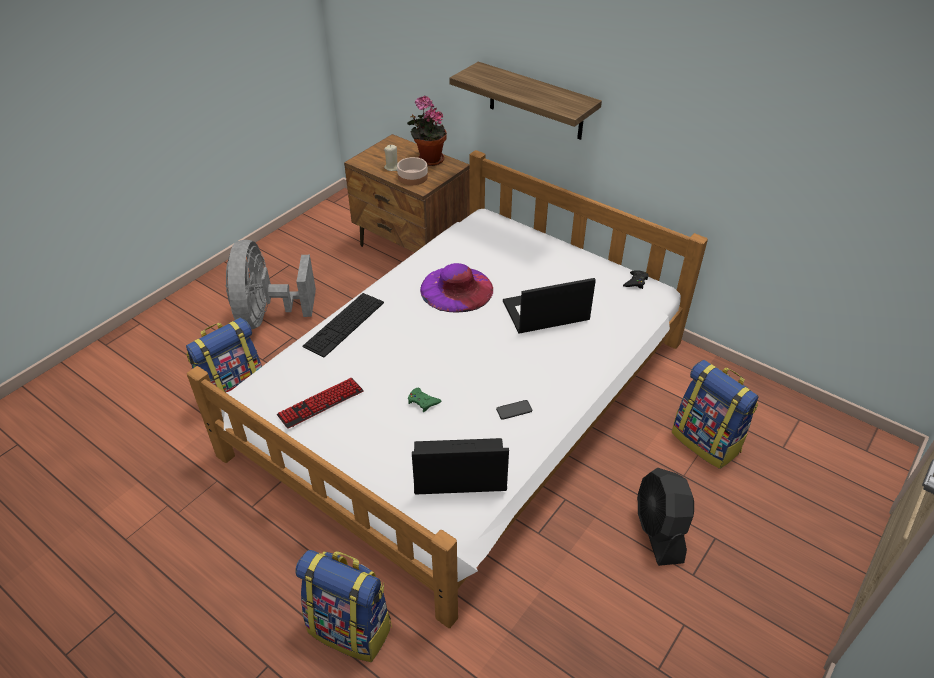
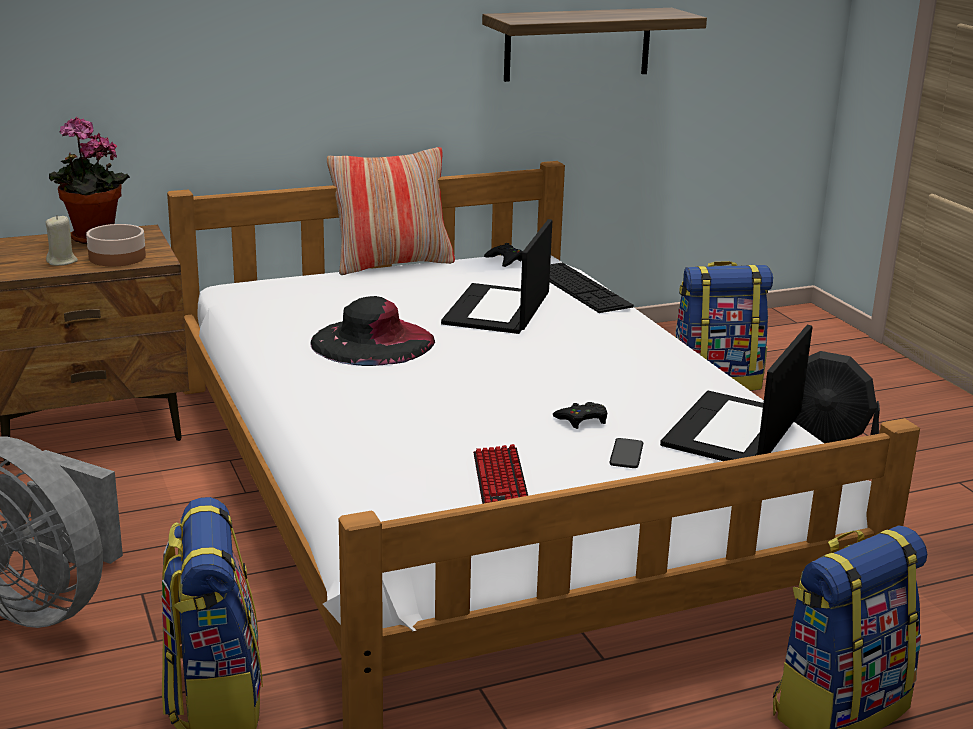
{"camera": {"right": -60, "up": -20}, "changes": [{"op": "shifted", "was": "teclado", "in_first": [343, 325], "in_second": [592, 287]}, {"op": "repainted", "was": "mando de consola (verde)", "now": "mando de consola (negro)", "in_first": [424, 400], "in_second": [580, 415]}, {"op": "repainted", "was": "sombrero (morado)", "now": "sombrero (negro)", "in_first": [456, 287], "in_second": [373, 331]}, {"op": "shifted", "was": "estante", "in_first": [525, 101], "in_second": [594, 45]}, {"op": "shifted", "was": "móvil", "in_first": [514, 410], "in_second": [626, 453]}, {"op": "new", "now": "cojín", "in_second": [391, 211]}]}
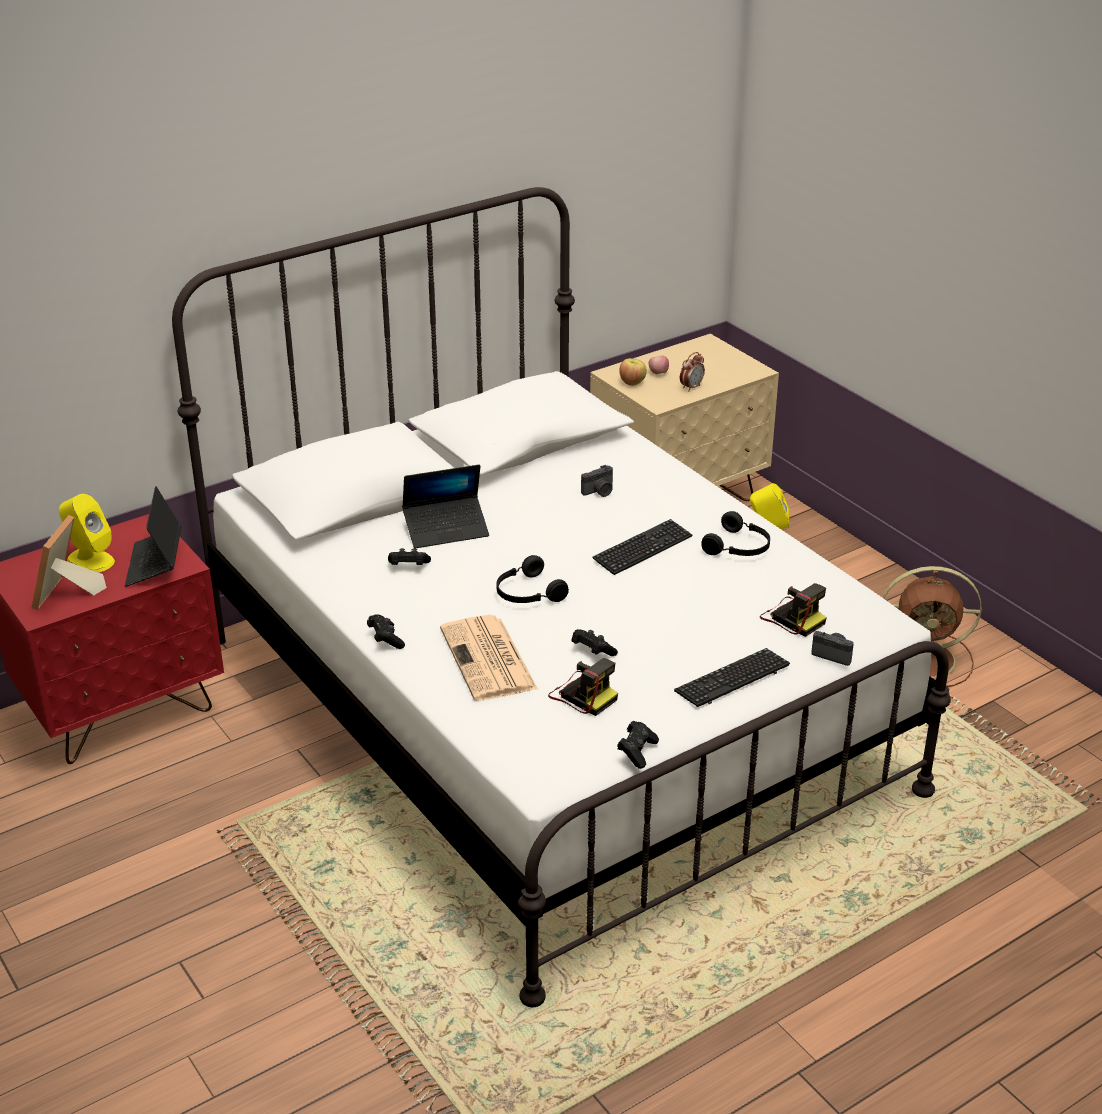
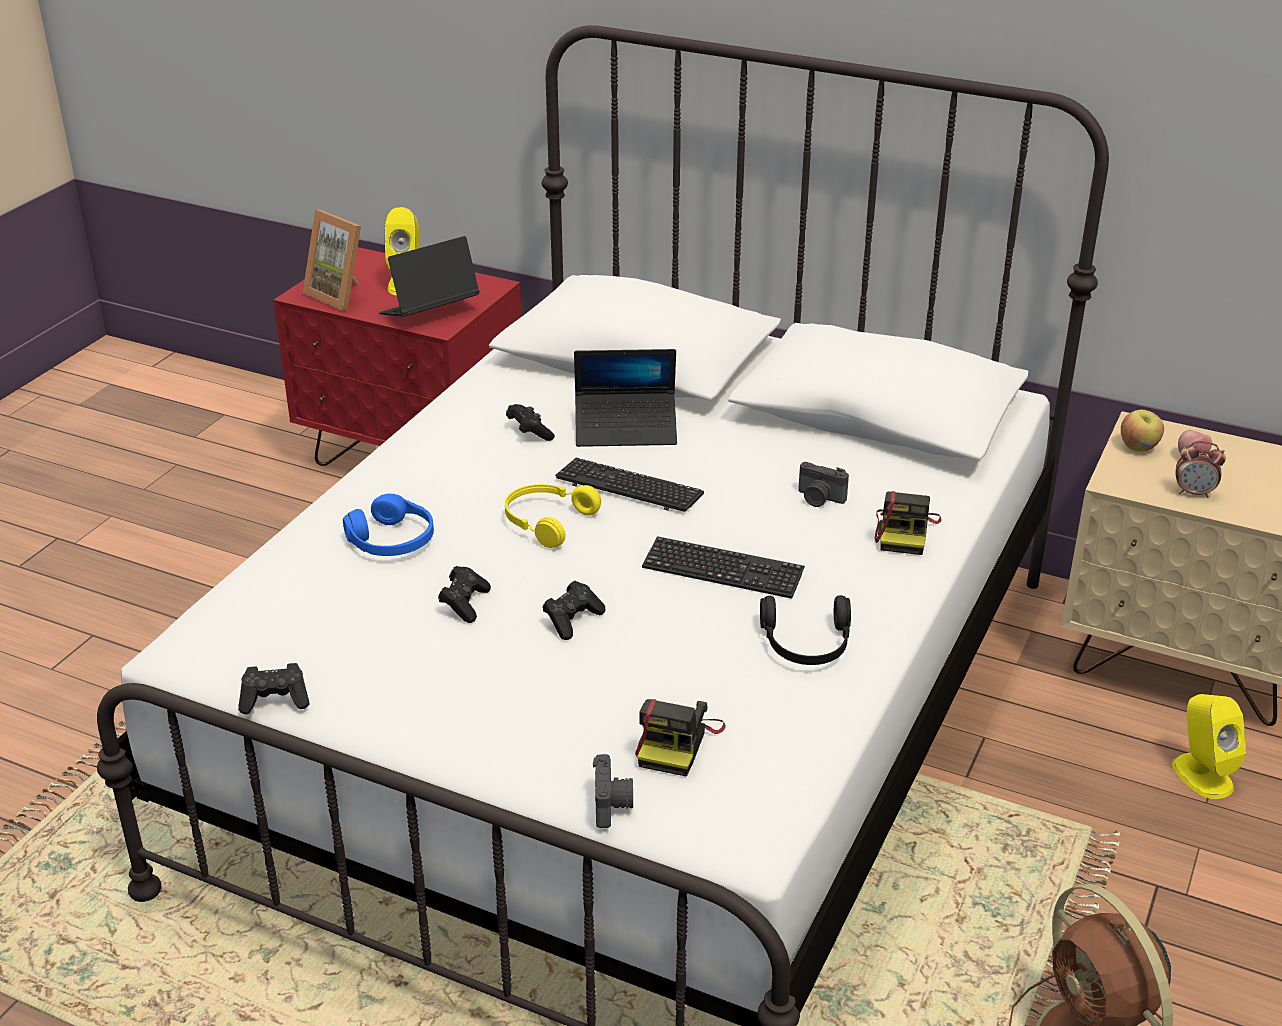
{"camera": {"right": 60, "up": 0}, "changes": [{"op": "rotated", "was": "portarretratos", "in_first": [69, 562], "in_second": [332, 260], "clockwise": -120}, {"op": "shifted", "was": "mando de consola (negro)", "in_first": [386, 631], "in_second": [574, 610]}, {"op": "rotated", "was": "portátil", "in_first": [445, 506], "in_second": [625, 398], "clockwise": -45}, {"op": "swapped", "was": "periódico", "now": "auriculares (azul)", "in_first": [489, 658], "in_second": [388, 525]}, {"op": "repainted", "was": "auriculares (negro)", "now": "auriculares (amarillo)", "in_first": [532, 579], "in_second": [553, 516]}, {"op": "shifted", "was": "cámara", "in_first": [583, 687], "in_second": [908, 523]}, {"op": "shifted", "was": "teclado", "in_first": [732, 677], "in_second": [629, 485]}]}
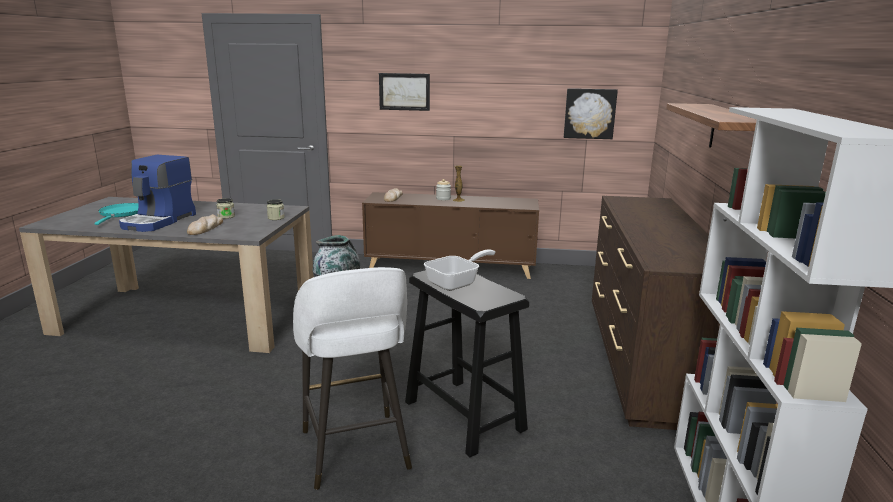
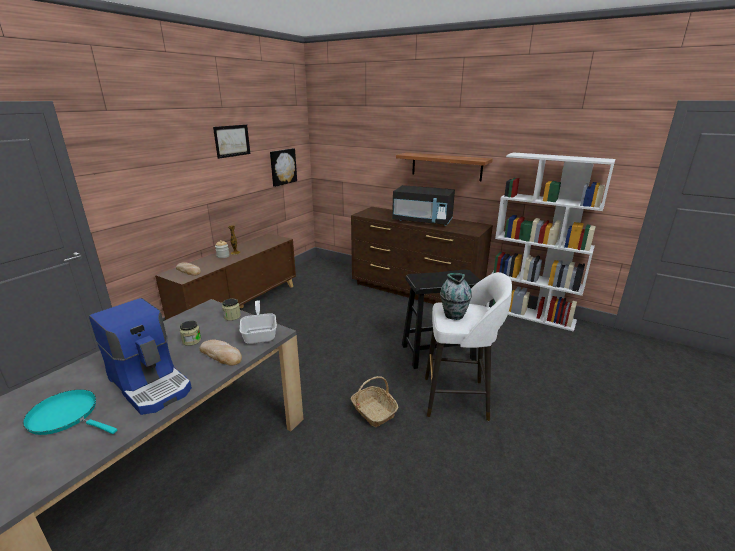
{"camera": {"right": -65, "up": 5}, "changes": [{"op": "shifted", "was": "cuadro", "in_first": [404, 92], "in_second": [231, 142]}, {"op": "shifted", "was": "sartén", "in_first": [459, 270], "in_second": [258, 322]}, {"op": "new", "now": "cesta", "in_second": [375, 401]}, {"op": "new", "now": "microondas (negro)", "in_second": [423, 205]}]}
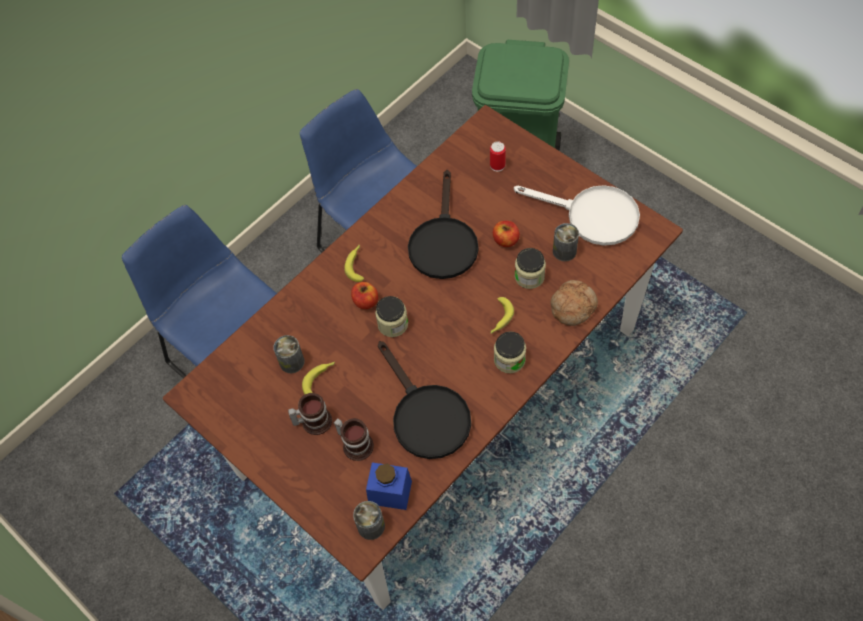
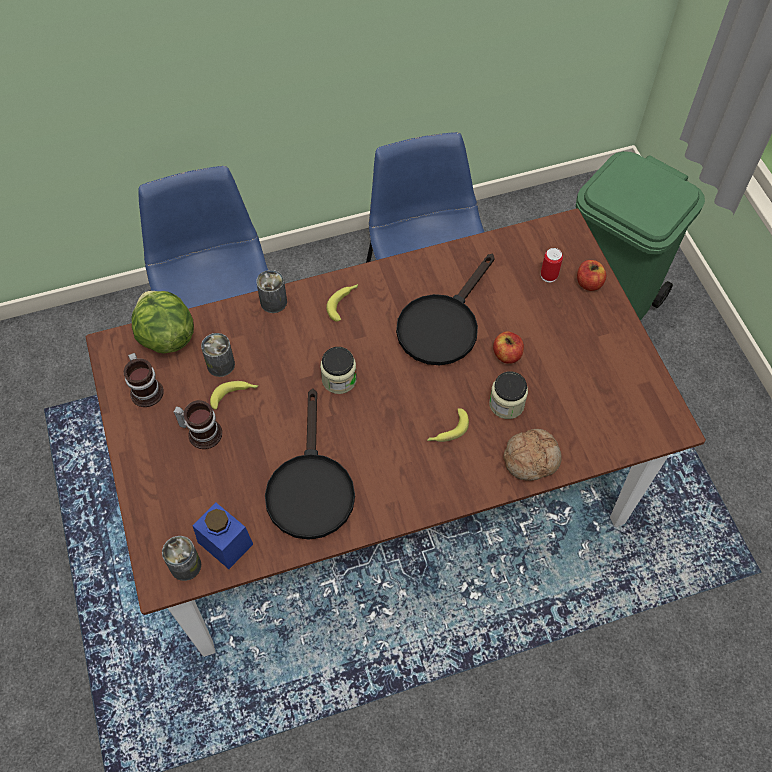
{"camera": {"right": 25, "up": 0}, "changes": [{"op": "shifted", "was": "taza grande", "in_first": [354, 439], "in_second": [144, 380]}, {"op": "shifted", "was": "manzana", "in_first": [364, 295], "in_second": [591, 275]}, {"op": "gone", "was": "tarro", "in_first": [510, 352]}, {"op": "gone", "was": "sartén (blanco)", "in_first": [577, 215]}, {"op": "shifted", "was": "lata", "in_first": [566, 242], "in_second": [271, 291]}, {"op": "new", "now": "lechuga", "in_second": [163, 322]}]}
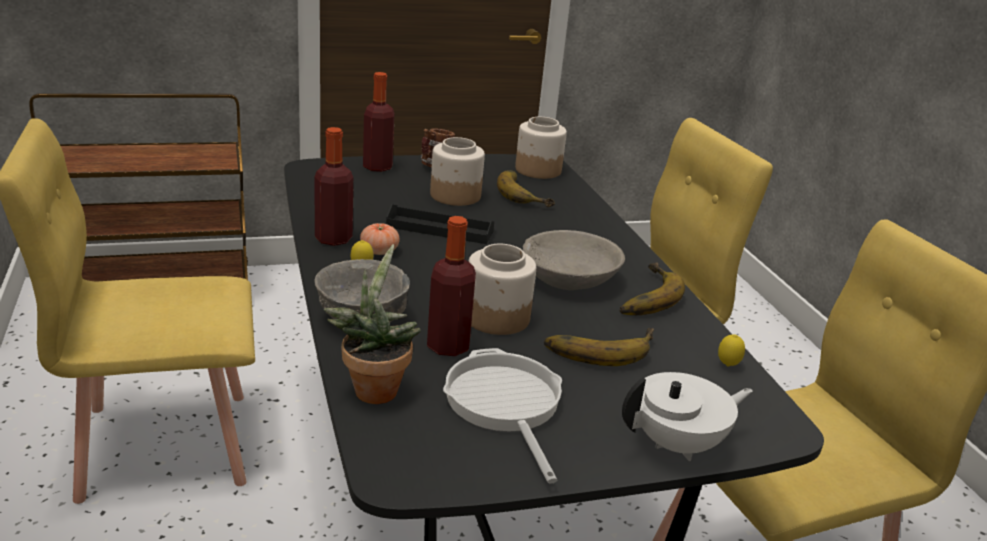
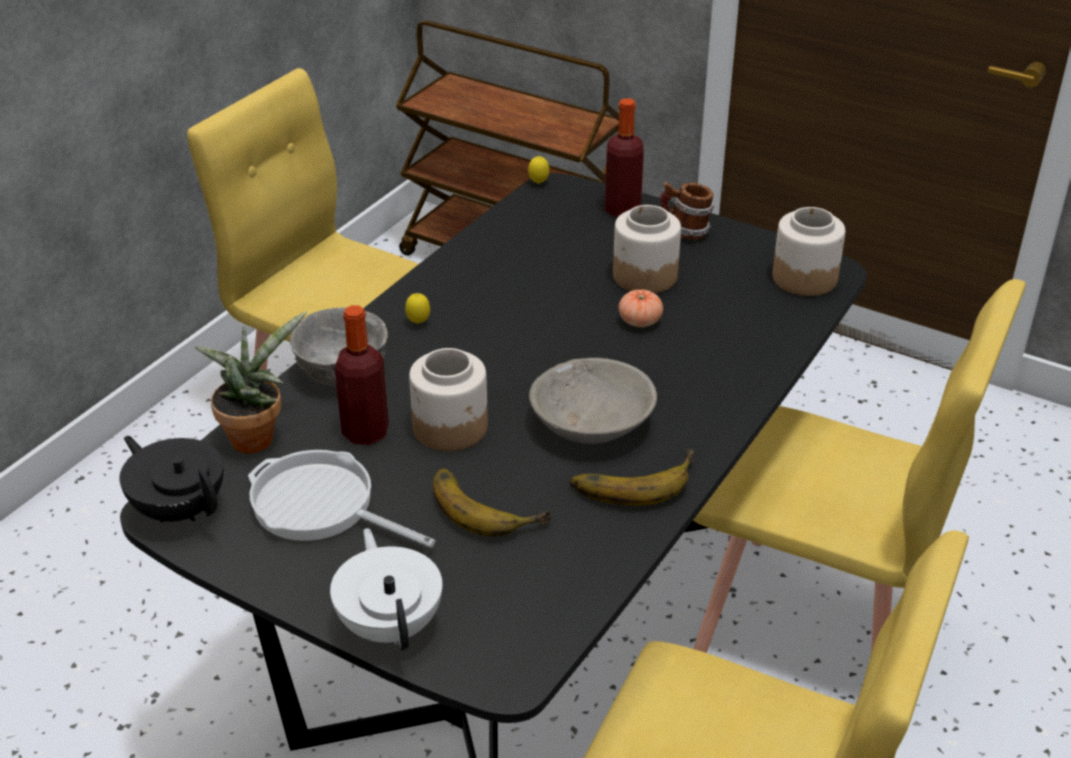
{"camera": {"right": 50, "up": 10}, "changes": [{"op": "gone", "was": "botella", "in_first": [333, 186]}, {"op": "shifted", "was": "tomate", "in_first": [380, 239], "in_second": [640, 308]}, {"op": "gone", "was": "bandeja (negro)", "in_first": [440, 224]}, {"op": "rotated", "was": "sartén", "in_first": [502, 416], "in_second": [341, 498], "clockwise": -90}, {"op": "gone", "was": "plátano", "in_first": [526, 188]}, {"op": "rotated", "was": "tetera (blanco)", "in_first": [687, 416], "in_second": [386, 589], "clockwise": -135}, {"op": "shifted", "was": "limón", "in_first": [731, 350], "in_second": [538, 170]}, {"op": "new", "now": "tetera (negro)", "in_second": [171, 479]}]}
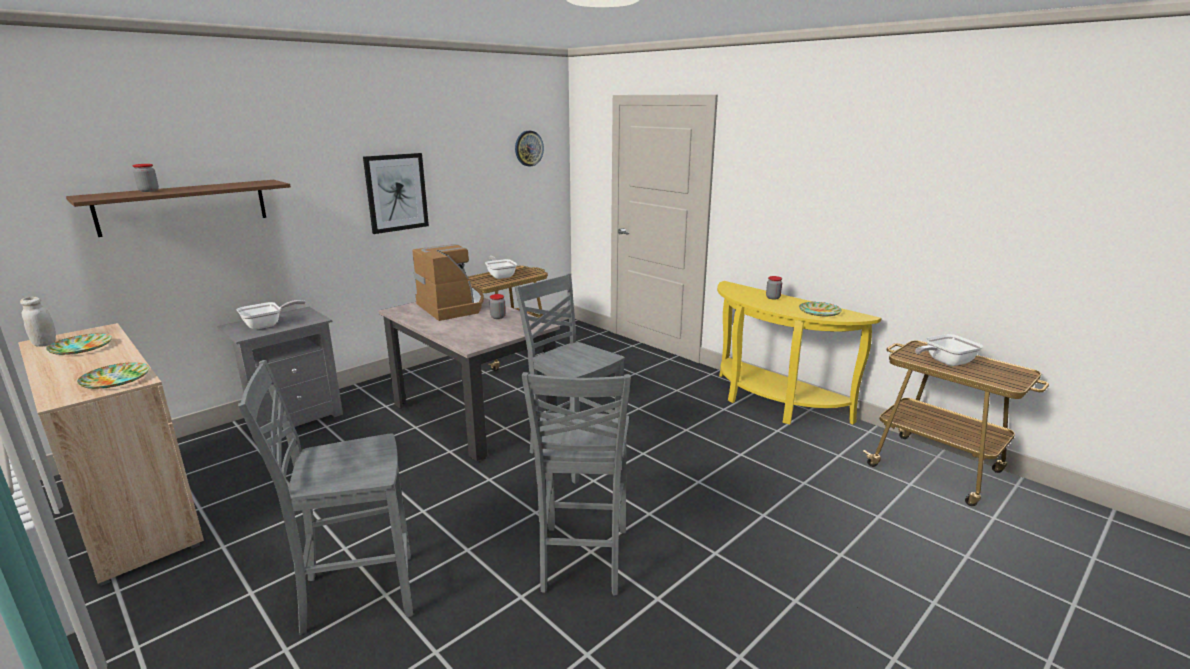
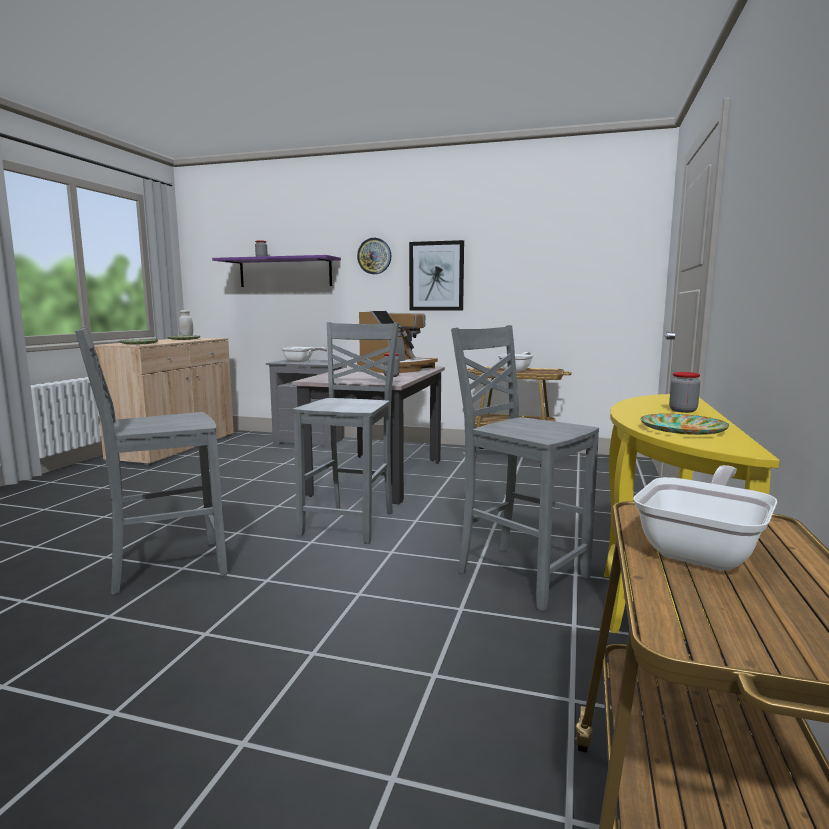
{"camera": {"right": 60, "up": -10}, "changes": [{"op": "repainted", "was": "estante (marrón)", "now": "estante (morado)", "in_first": [178, 208], "in_second": [276, 271]}, {"op": "shifted", "was": "silla (gris)", "in_first": [325, 497], "in_second": [525, 468]}, {"op": "shifted", "was": "reloj de pared", "in_first": [529, 148], "in_second": [374, 256]}, {"op": "rotated", "was": "sartén", "in_first": [949, 350], "in_second": [705, 518], "clockwise": 90}]}
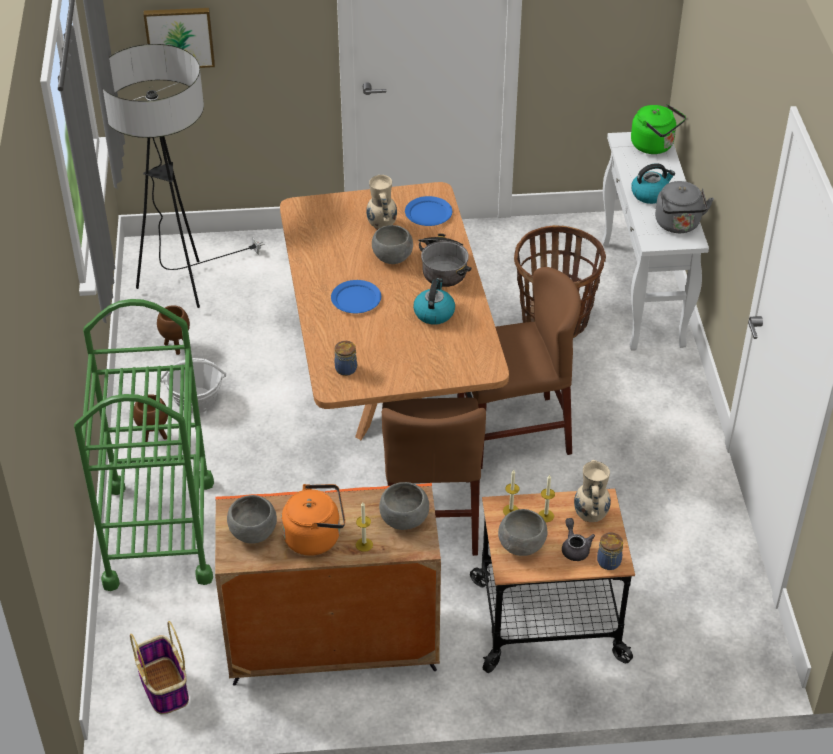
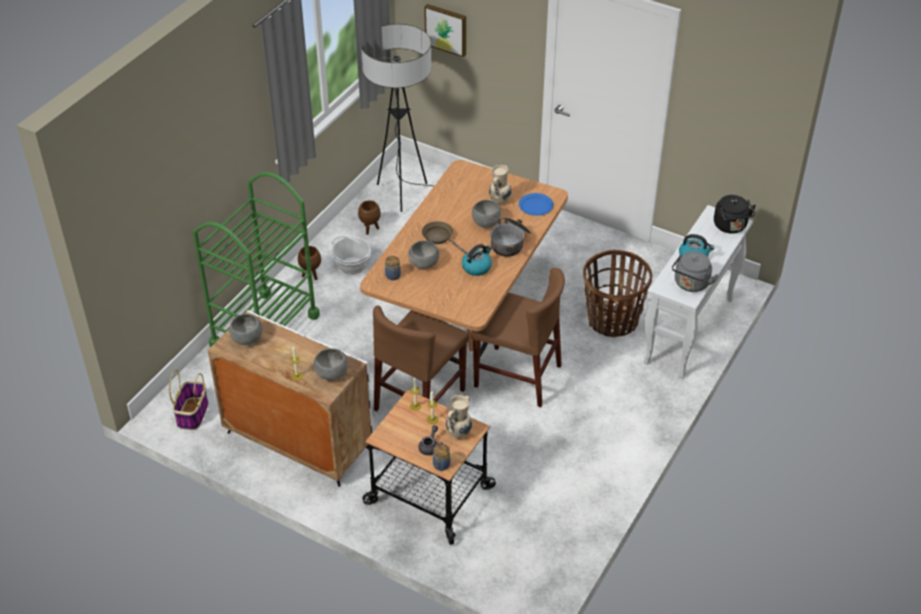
{"camera": {"right": 35, "up": 0}, "changes": [{"op": "repainted", "was": "armario (naranja)", "now": "armario (blanco)", "in_first": [328, 584], "in_second": [290, 398]}, {"op": "gone", "was": "hervidor (naranja)", "in_first": [313, 520]}, {"op": "swapped", "was": "plato (azul)", "now": "sartén (marrón)", "in_first": [356, 296], "in_second": [444, 237]}, {"op": "shifted", "was": "cuenco (gris)", "in_first": [522, 532], "in_second": [423, 255]}, {"op": "repainted", "was": "hervidor (verde)", "now": "hervidor (negro)", "in_first": [658, 129], "in_second": [735, 214]}]}
